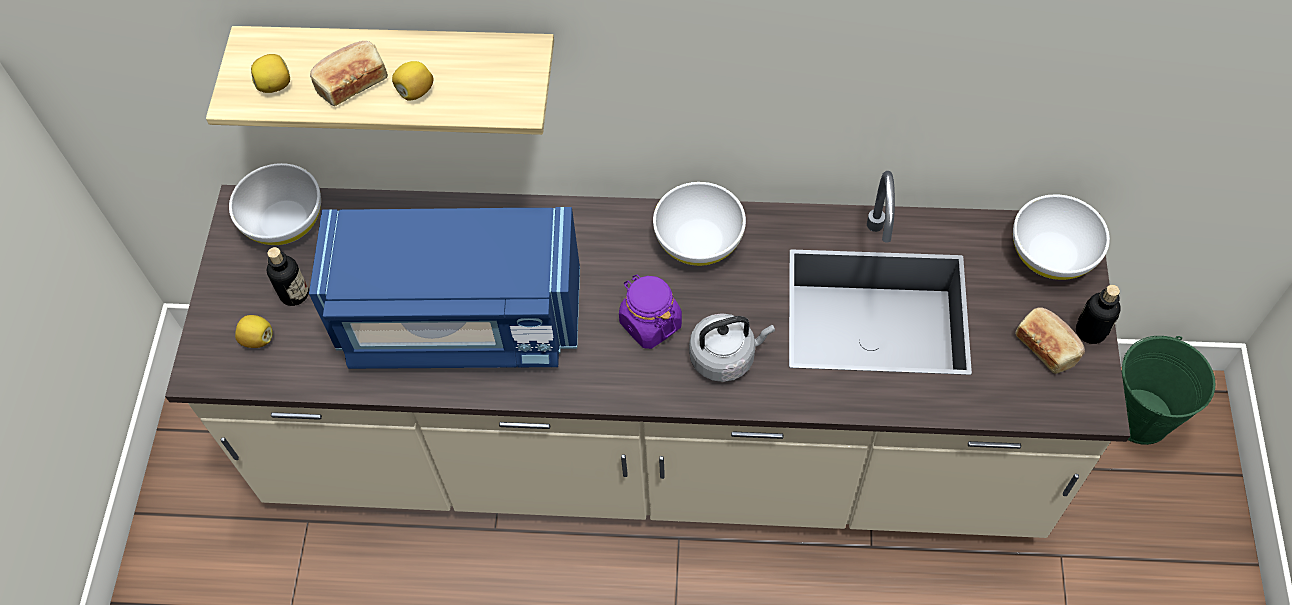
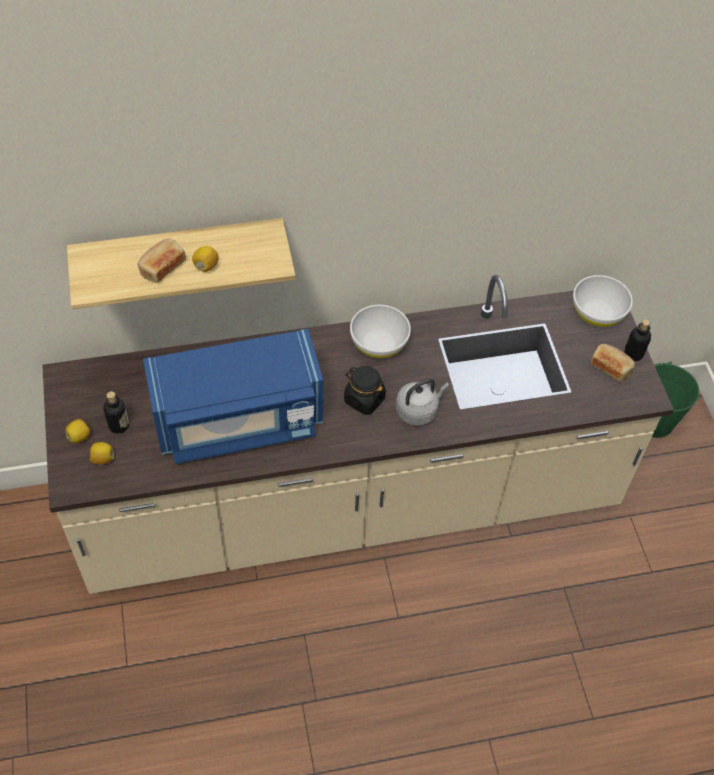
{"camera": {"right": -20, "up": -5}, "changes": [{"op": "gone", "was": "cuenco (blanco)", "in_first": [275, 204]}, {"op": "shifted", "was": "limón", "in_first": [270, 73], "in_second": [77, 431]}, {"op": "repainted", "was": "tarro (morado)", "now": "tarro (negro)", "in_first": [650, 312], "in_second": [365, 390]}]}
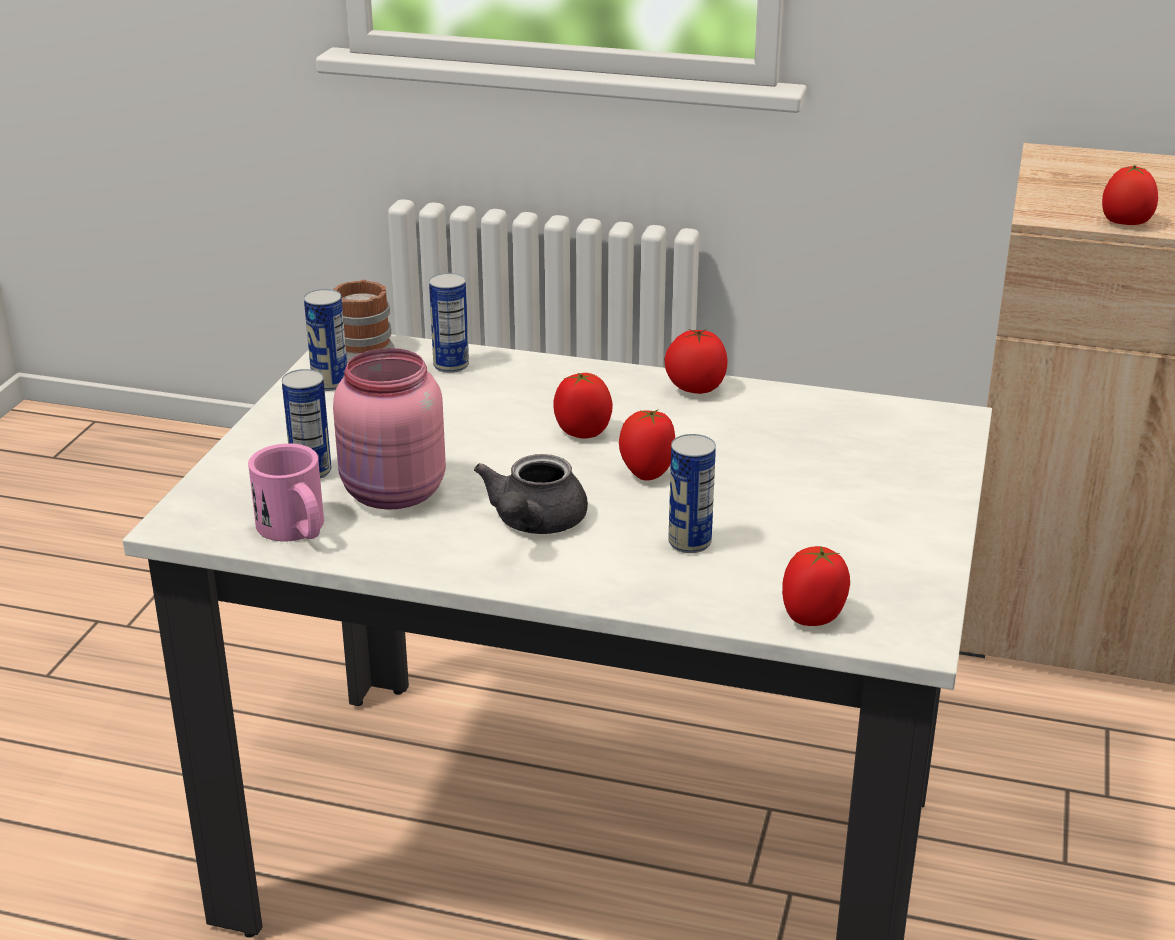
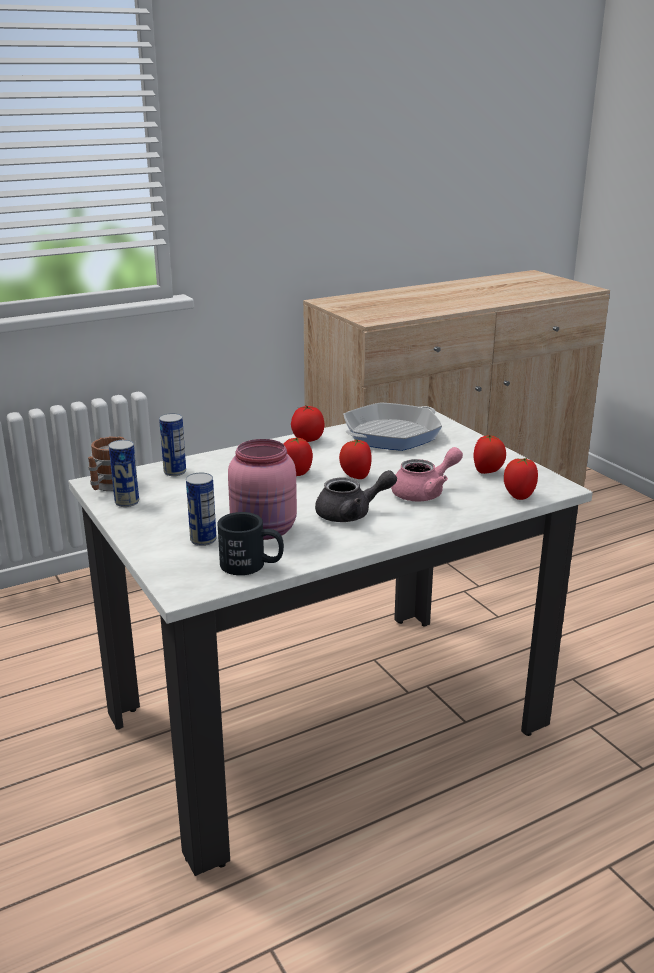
{"camera": {"right": -45, "up": -5}, "changes": [{"op": "repainted", "was": "taza grande (rosa)", "now": "taza grande (negro)", "in_first": [286, 492], "in_second": [250, 543]}, {"op": "rotated", "was": "tetera (gris)", "in_first": [531, 494], "in_second": [356, 496], "clockwise": -75}, {"op": "swapped", "was": "lata", "now": "tetera (rosa)", "in_first": [692, 493], "in_second": [427, 474]}, {"op": "shifted", "was": "tomate", "in_first": [1130, 195], "in_second": [490, 454]}, {"op": "new", "now": "sartén", "in_second": [392, 426]}]}
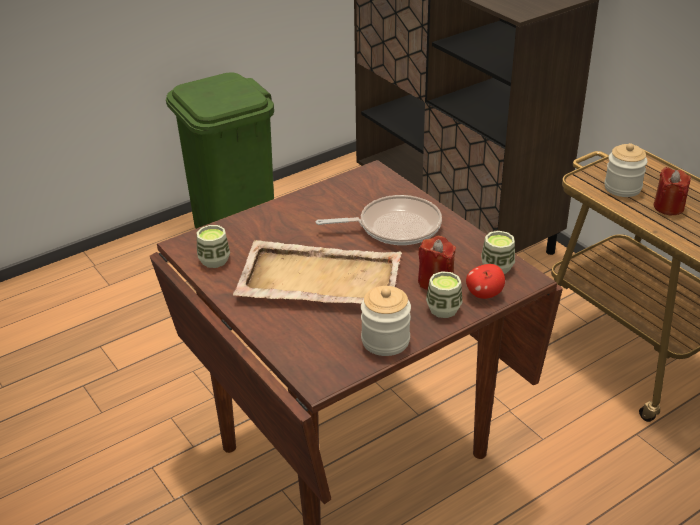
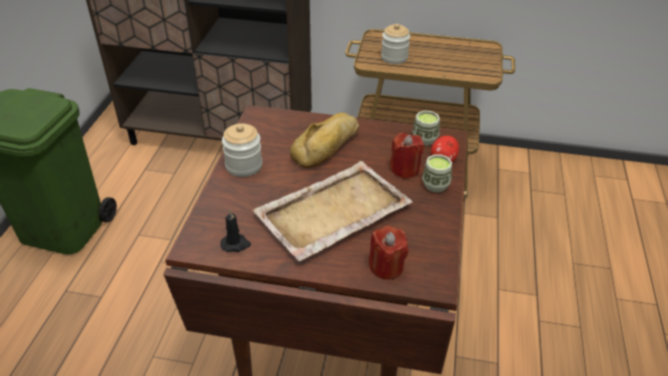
{"camera": {"right": -45, "up": 5}, "changes": [{"op": "swapped", "was": "taza", "now": "vela (negro)", "in_first": [213, 246], "in_second": [235, 230]}, {"op": "swapped", "was": "sartén", "now": "pan", "in_first": [379, 220], "in_second": [324, 140]}, {"op": "shifted", "was": "tarro", "in_first": [386, 321], "in_second": [242, 150]}, {"op": "shifted", "was": "vela (rojo)", "in_first": [672, 191], "in_second": [389, 252]}]}
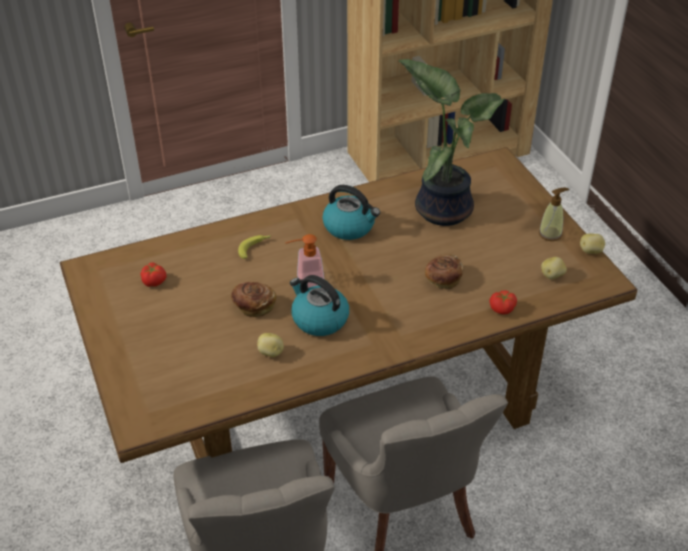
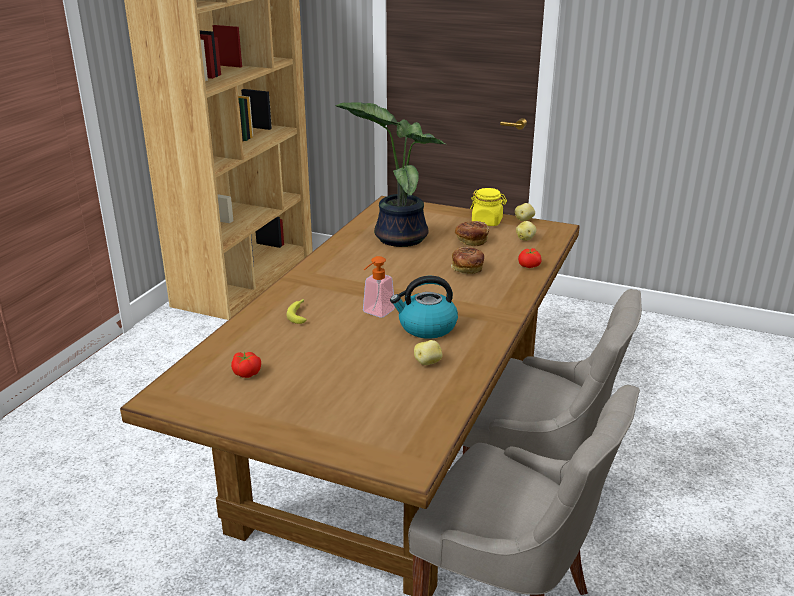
{"camera": {"right": -45, "up": -15}, "changes": [{"op": "shifted", "was": "pan", "in_first": [253, 299], "in_second": [471, 234]}, {"op": "gone", "was": "hervidor", "in_first": [351, 212]}, {"op": "swapped", "was": "dispensador de jabón", "now": "tarro (amarillo)", "in_first": [554, 214], "in_second": [488, 207]}]}
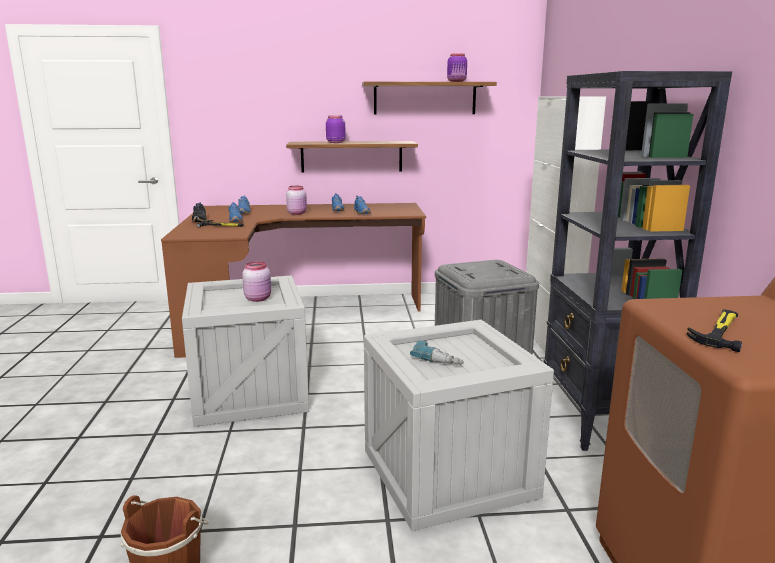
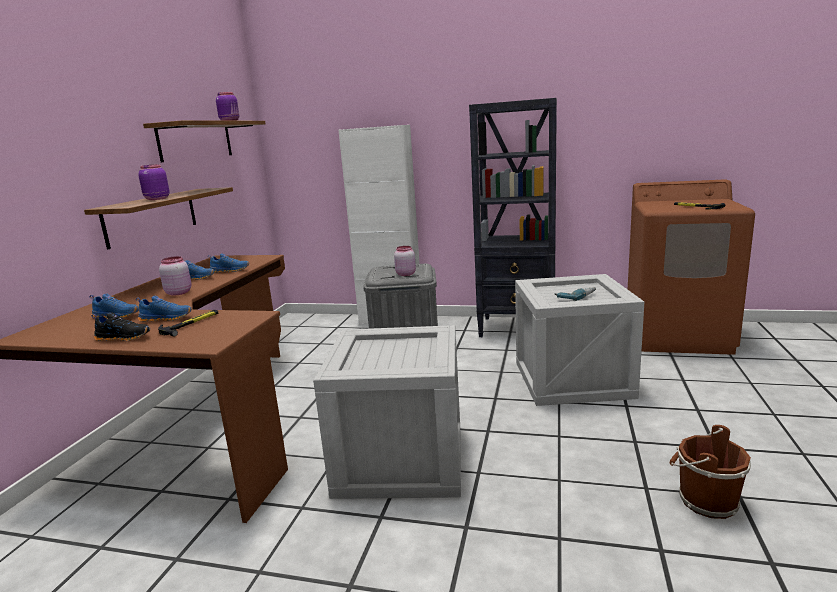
{"camera": {"right": -70, "up": 0}, "changes": [{"op": "shifted", "was": "tarro (rosa)", "in_first": [256, 281], "in_second": [405, 261]}]}
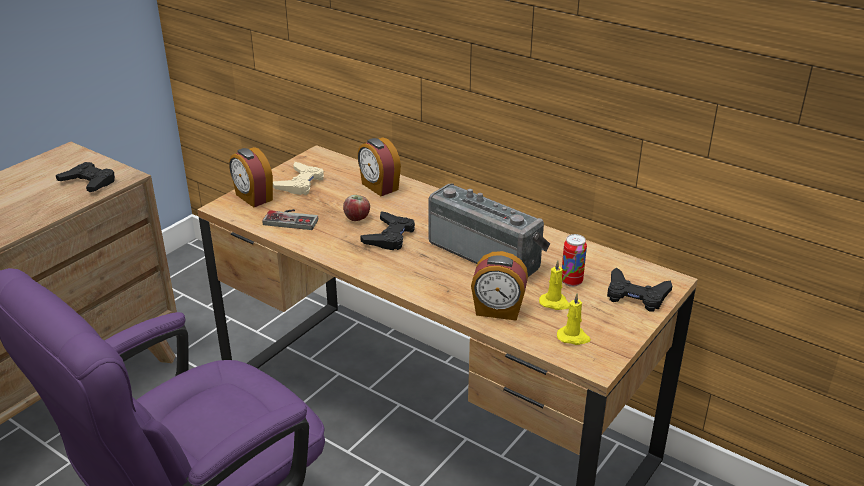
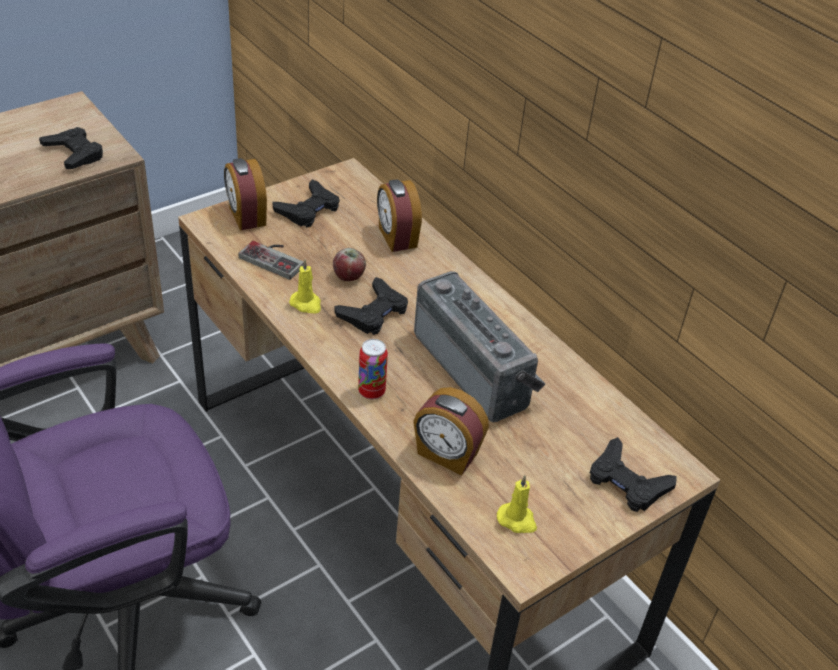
{"camera": {"right": 15, "up": 10}, "changes": [{"op": "repainted", "was": "mando de consola (beis)", "now": "mando de consola (negro)", "in_first": [298, 178], "in_second": [306, 203]}, {"op": "shifted", "was": "vela (amarillo)", "in_first": [554, 285], "in_second": [305, 286]}, {"op": "shifted", "was": "lata", "in_first": [574, 260], "in_second": [373, 369]}]}
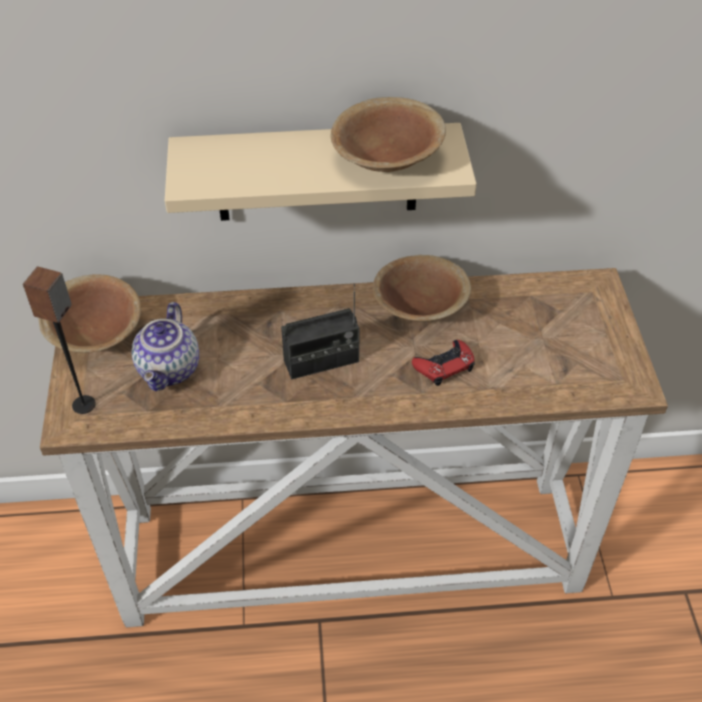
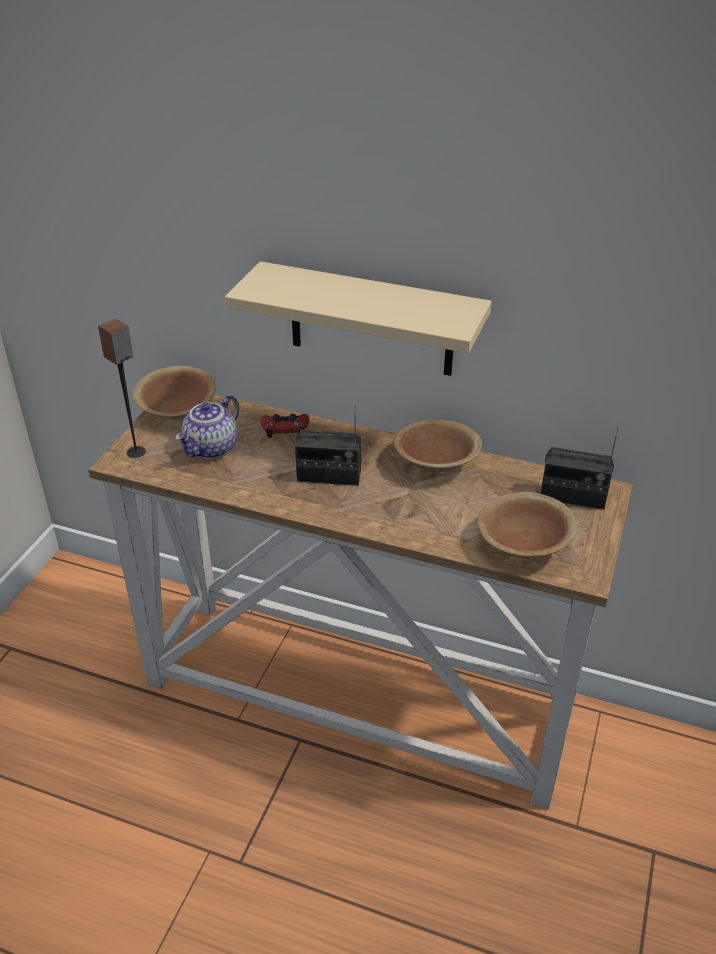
{"camera": {"right": 25, "up": -10}, "changes": [{"op": "shifted", "was": "cuenco (marrón)", "in_first": [388, 134], "in_second": [528, 525]}, {"op": "shifted", "was": "mando de consola (rojo)", "in_first": [443, 363], "in_second": [285, 425]}, {"op": "new", "now": "radio", "in_second": [579, 469]}]}
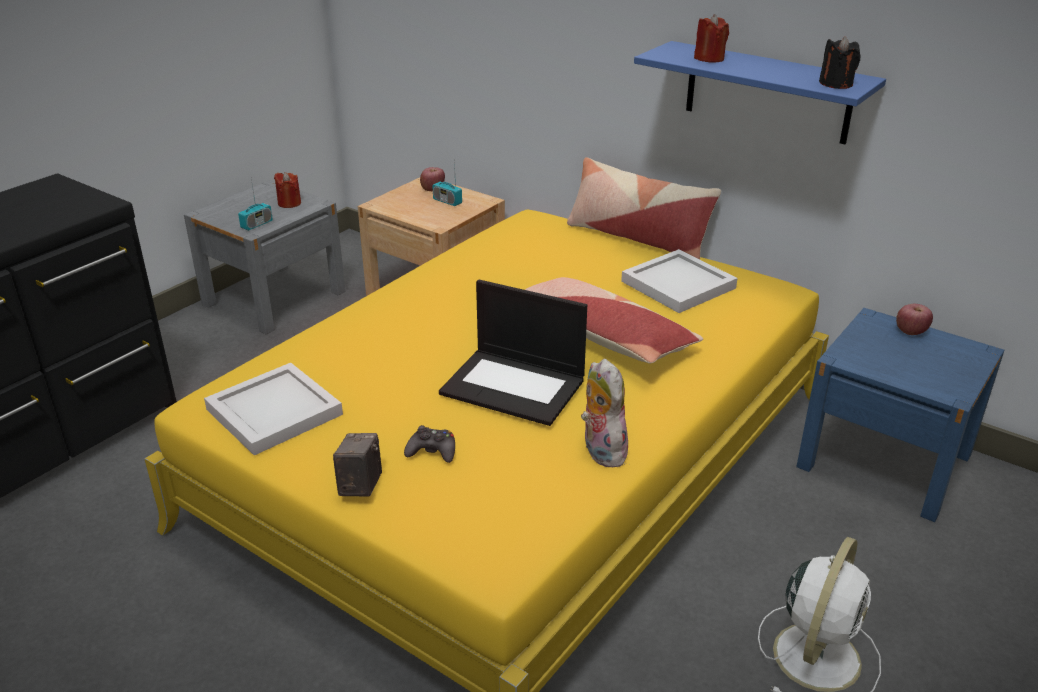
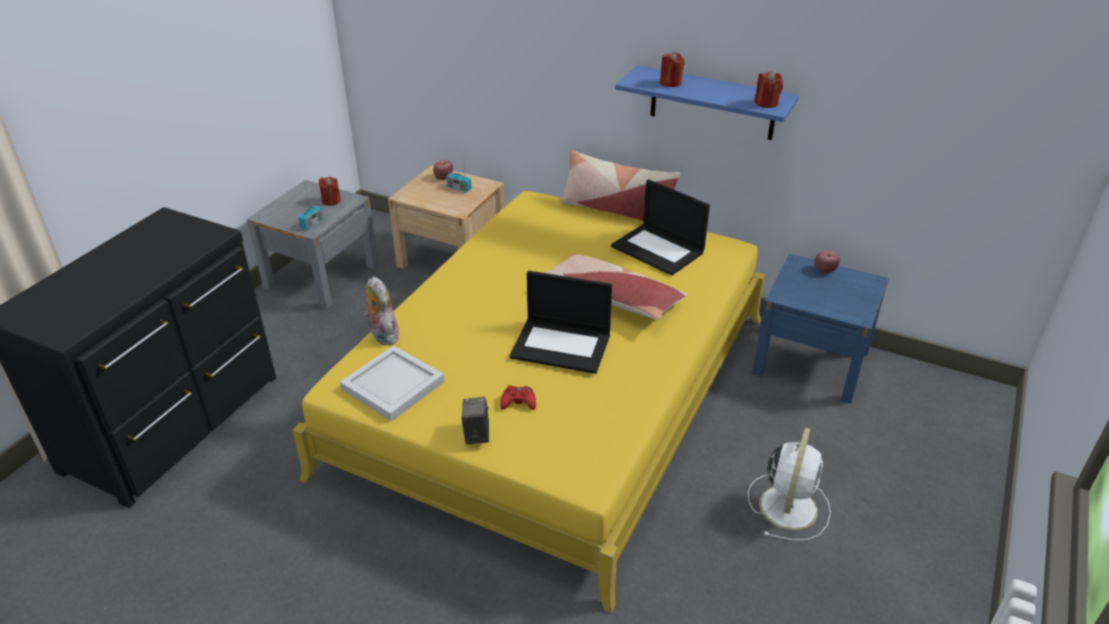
{"camera": {"right": -10, "up": 5}, "changes": [{"op": "repainted", "was": "mando de consola (negro)", "now": "mando de consola (rojo)", "in_first": [429, 444], "in_second": [518, 397]}, {"op": "shifted", "was": "peluche", "in_first": [604, 412], "in_second": [381, 310]}, {"op": "swapped", "was": "bandeja (blanco)", "now": "portátil", "in_first": [679, 281], "in_second": [660, 227]}, {"op": "repainted", "was": "vela (negro)", "now": "vela (rojo)", "in_first": [839, 63], "in_second": [768, 89]}]}
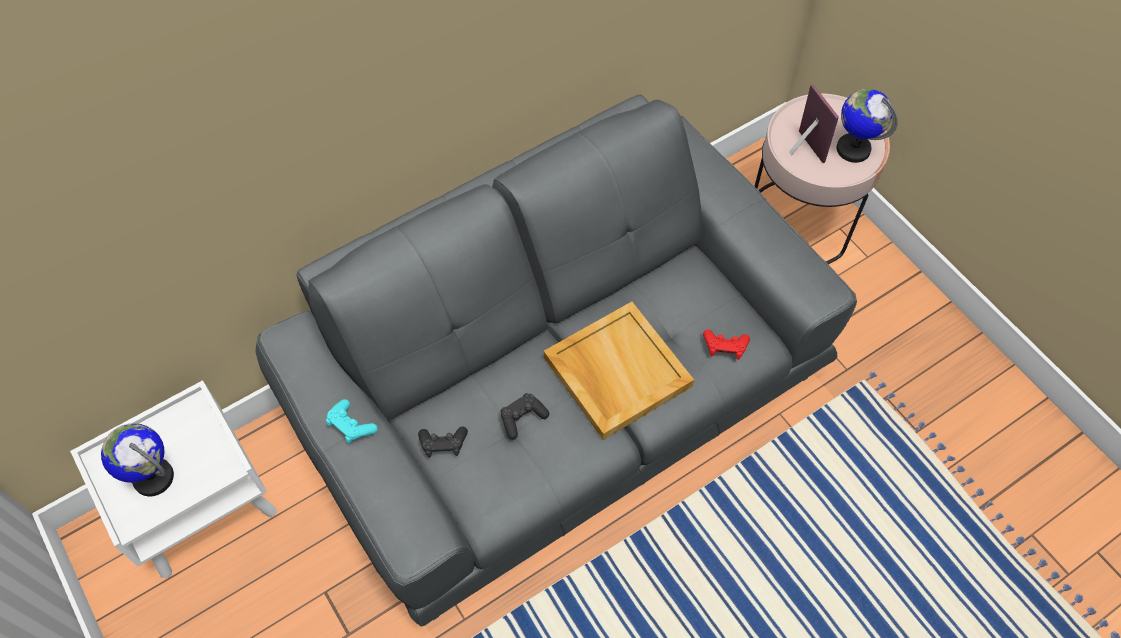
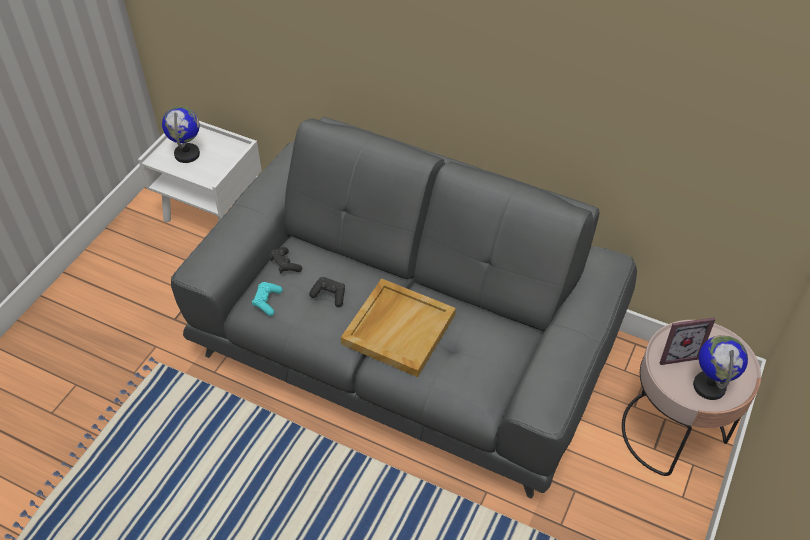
{"camera": {"right": 60, "up": -10}, "changes": [{"op": "shifted", "was": "mando de consola (turquesa)", "in_first": [352, 421], "in_second": [267, 299]}, {"op": "gone", "was": "mando de consola (rojo)", "in_first": [726, 345]}, {"op": "rotated", "was": "portarretratos", "in_first": [814, 123], "in_second": [687, 341], "clockwise": 45}]}
